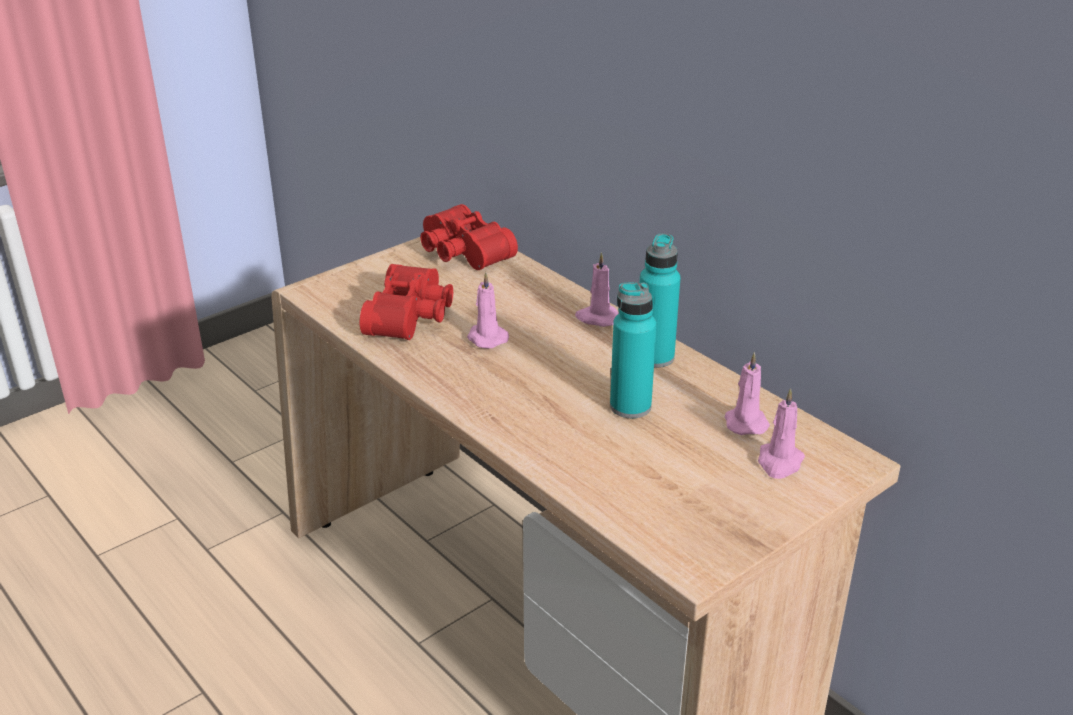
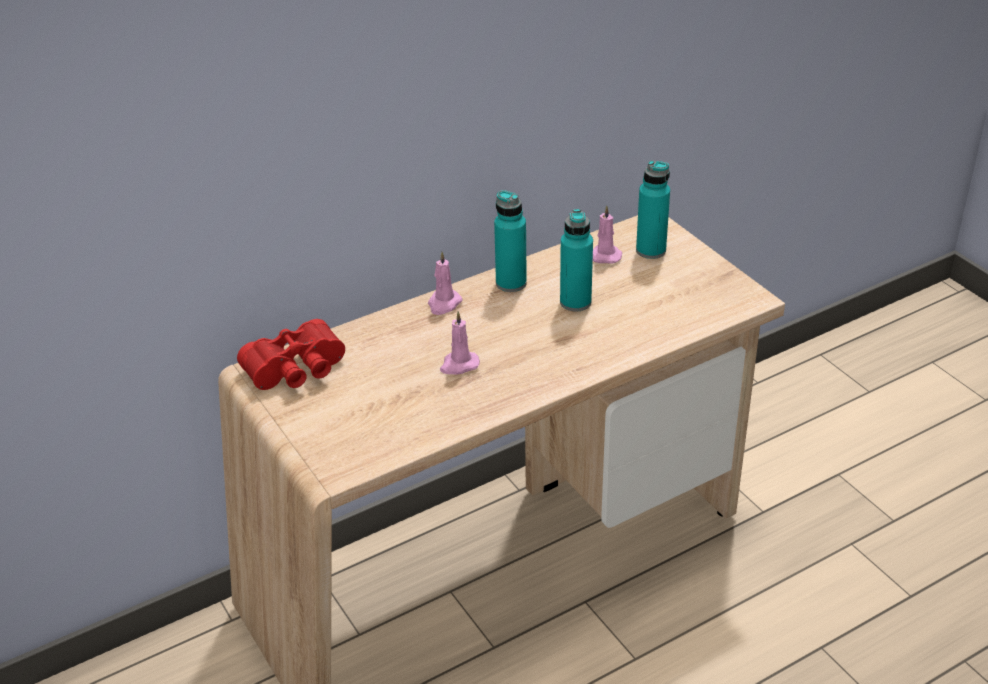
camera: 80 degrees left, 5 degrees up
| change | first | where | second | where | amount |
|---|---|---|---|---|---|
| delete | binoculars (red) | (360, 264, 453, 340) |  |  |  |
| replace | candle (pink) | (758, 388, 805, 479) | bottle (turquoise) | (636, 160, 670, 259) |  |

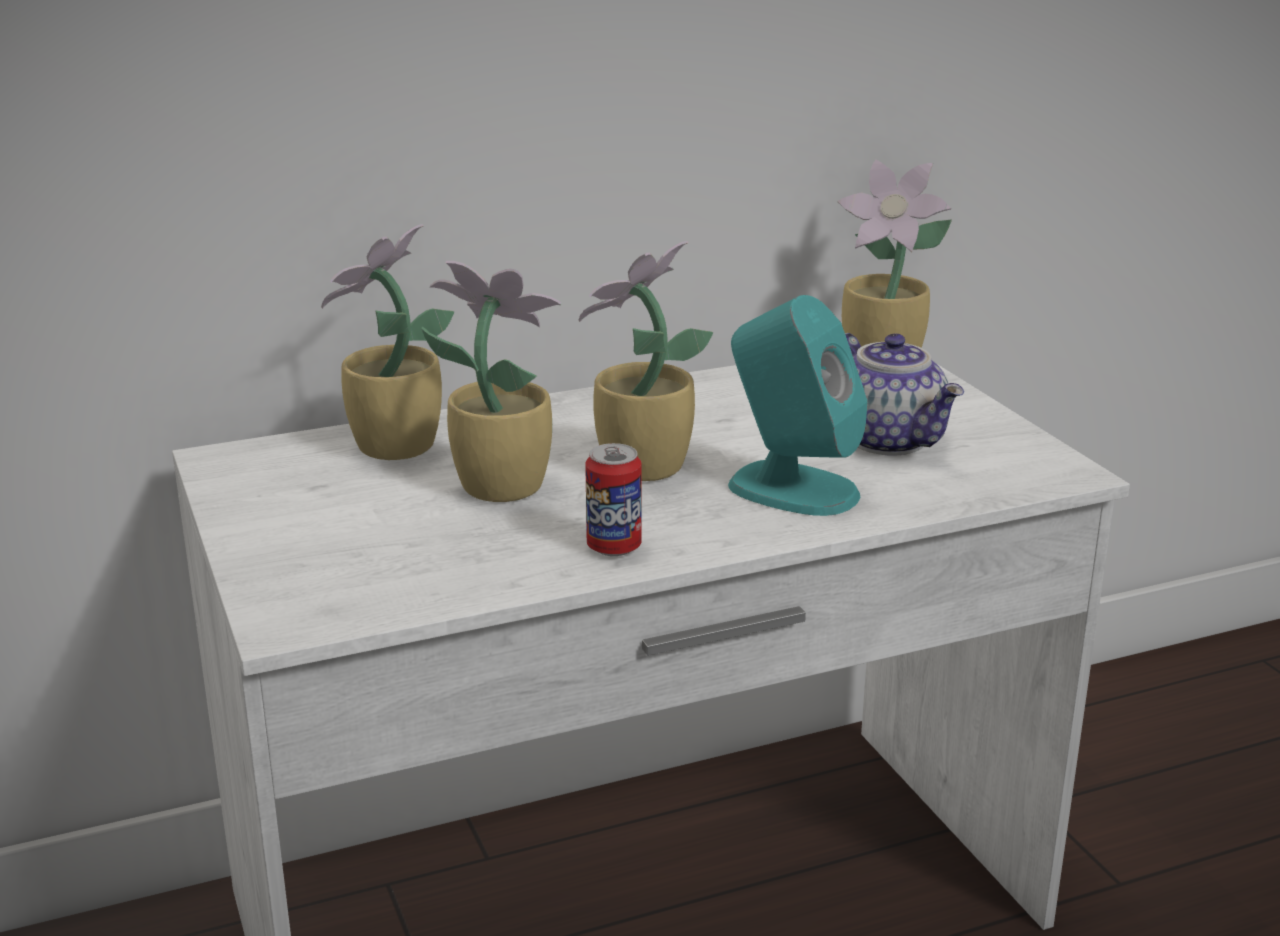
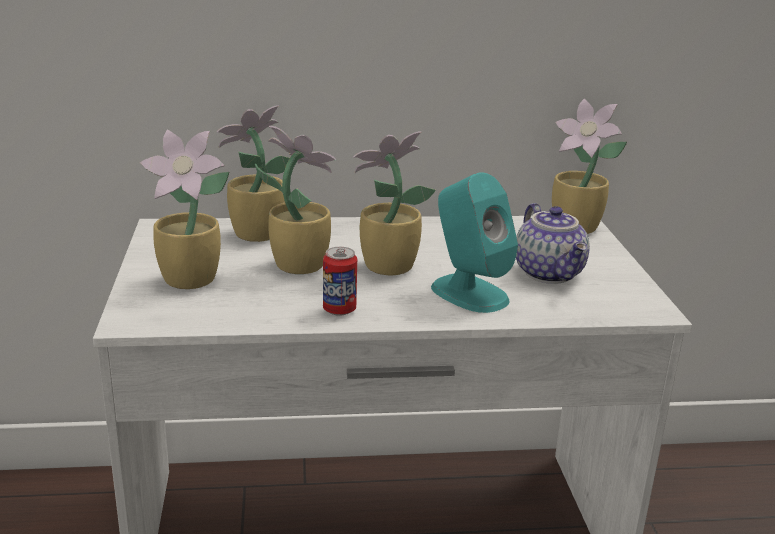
camera: 15 degrees right, 0 degrees up
| change | first | where | second | where | amount |
|---|---|---|---|---|---|
| insert |  |  | potted plant | (140, 129, 229, 289) |  |

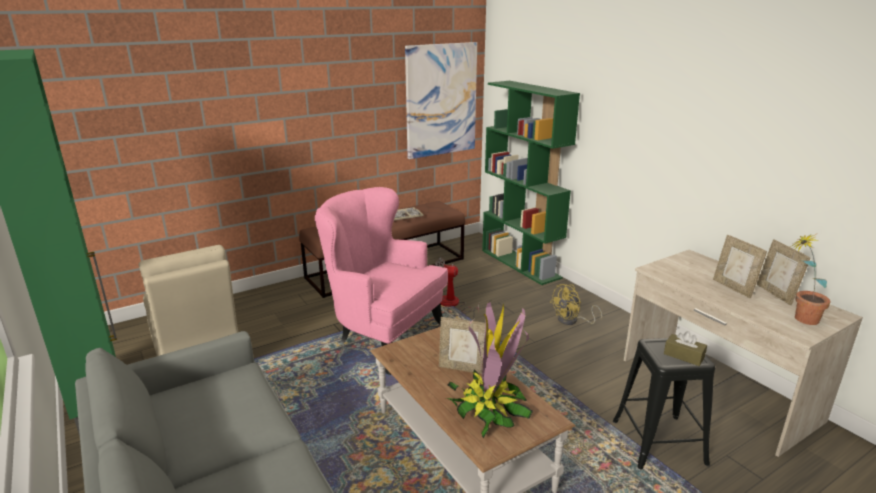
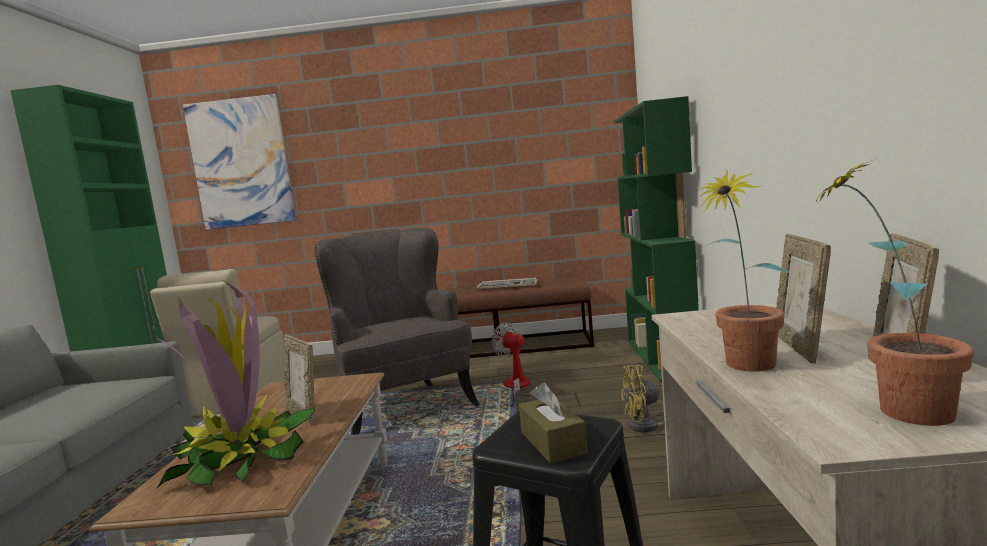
camera: 35 degrees right, 15 degrees down
| change | first | where | second | where | amount |
|---|---|---|---|---|---|
| recolor | armchair (pink) | (315, 187, 448, 375) | armchair (grey) | (314, 228, 480, 435) |  |
| move | picture | (405, 42, 477, 159) |  | (183, 94, 296, 230) |  |
| insert |  |  | potted plant | (698, 170, 789, 372) |  |

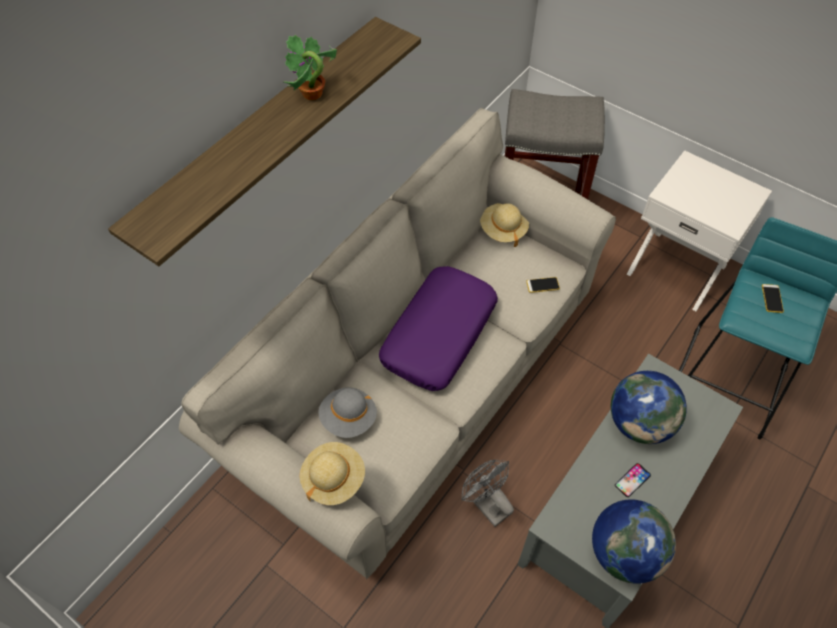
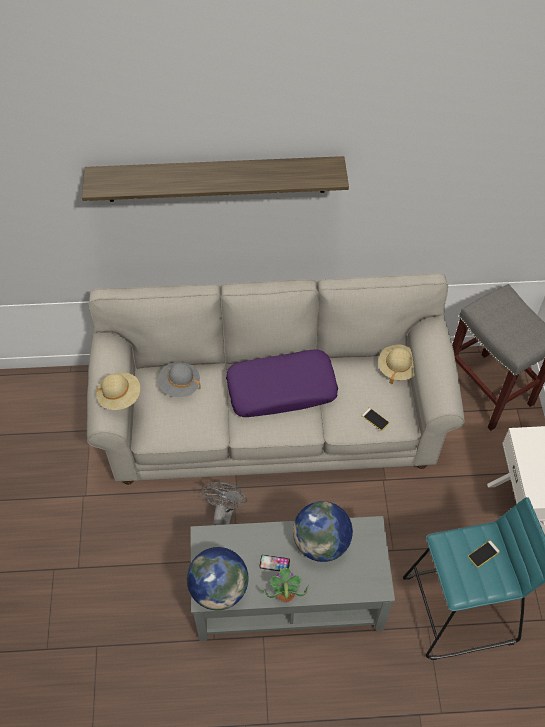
camera: 50 degrees right, 0 degrees up
| change | first | where | second | where | amount |
|---|---|---|---|---|---|
| move | potted plant | (284, 35, 337, 100) |  | (262, 567, 309, 602) |  |

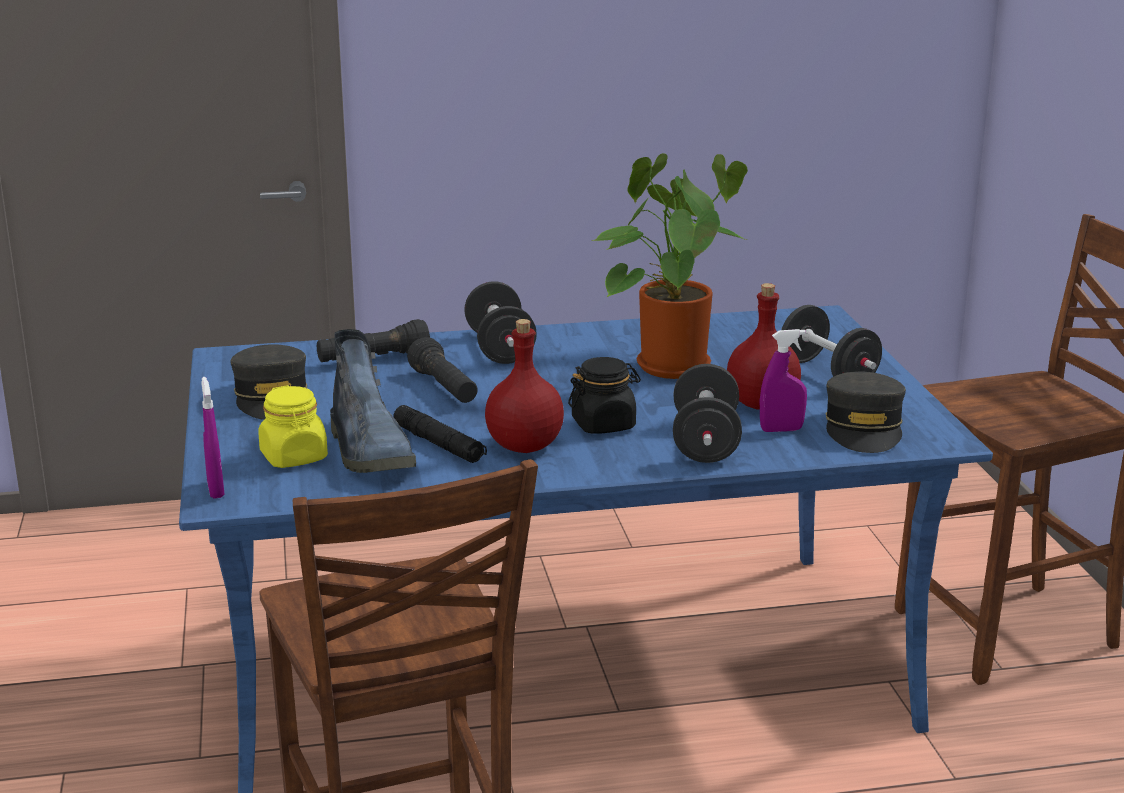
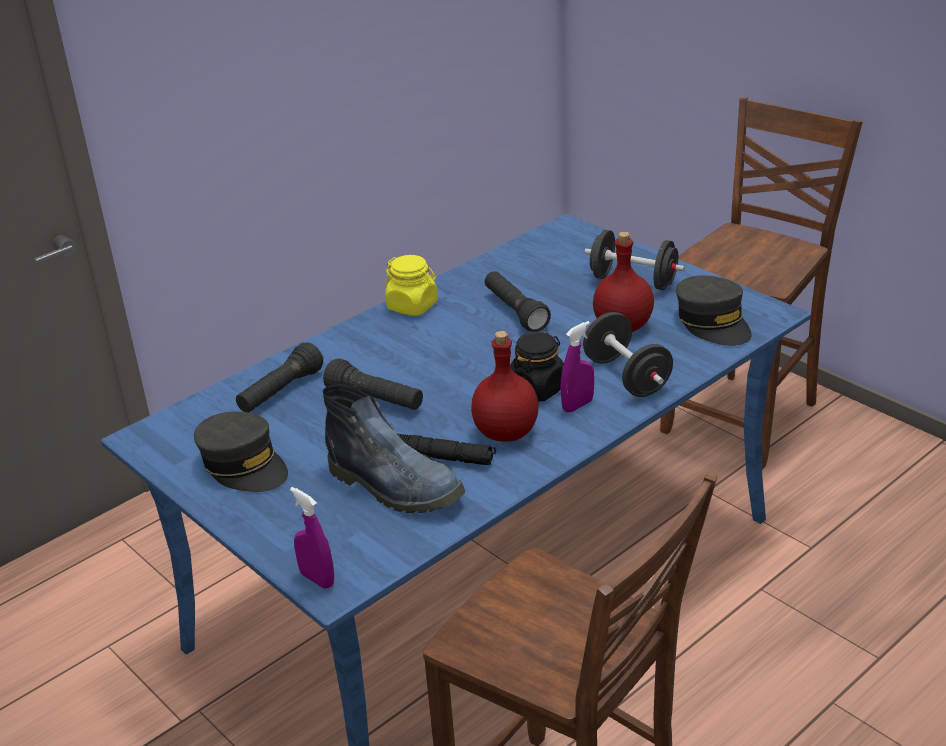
camera: 30 degrees left, 10 degrees up
| change | first | where | second | where | amount |
|---|---|---|---|---|---|
| move | jar (yellow) | (258, 385, 328, 468) |  | (385, 255, 438, 316) |  |
| delete | dumbbell (black) | (464, 281, 537, 364) |  |  |  |
| replace | potted plant | (592, 153, 748, 379) | flashlight (black) | (485, 271, 551, 332) |  |
| move | spray bottle (purple) | (760, 329, 807, 432) |  | (560, 321, 594, 412) |  |

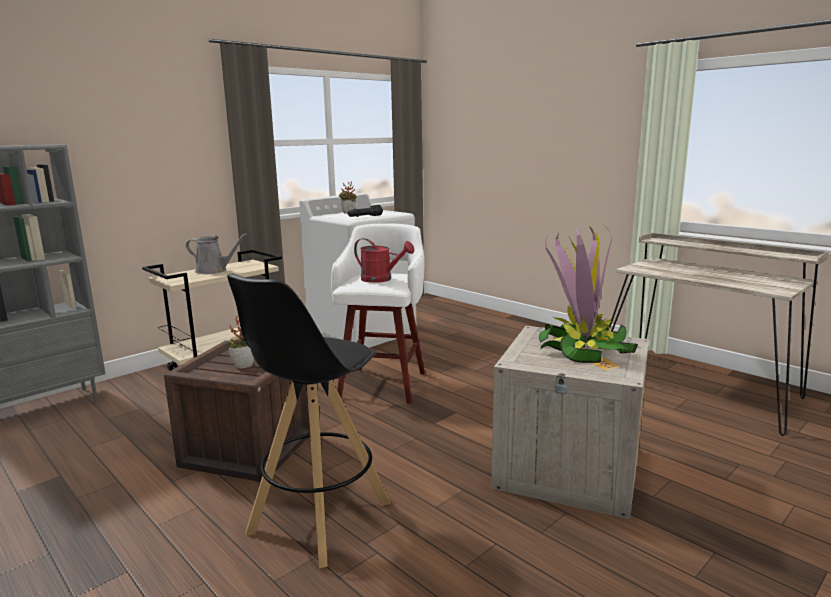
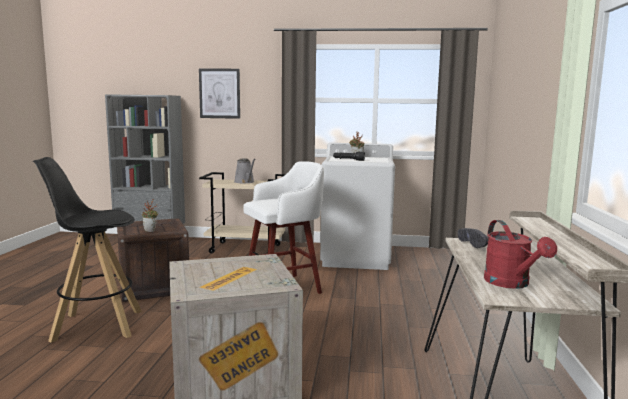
camera: 50 degrees right, 5 degrees down
| change | first | where | second | where | amount |
|---|---|---|---|---|---|
| move | watering can (red) | (354, 238, 415, 283) |  | (484, 220, 557, 289) |  |
| delete | potted plant | (539, 224, 638, 363) |  |  |  |
| insert |  |  | picture | (199, 68, 240, 119) |  |
| insert |  |  | shoe (black) | (458, 228, 488, 248) |  |

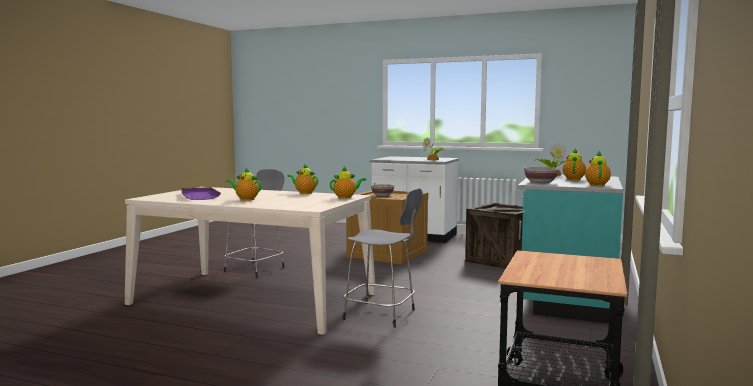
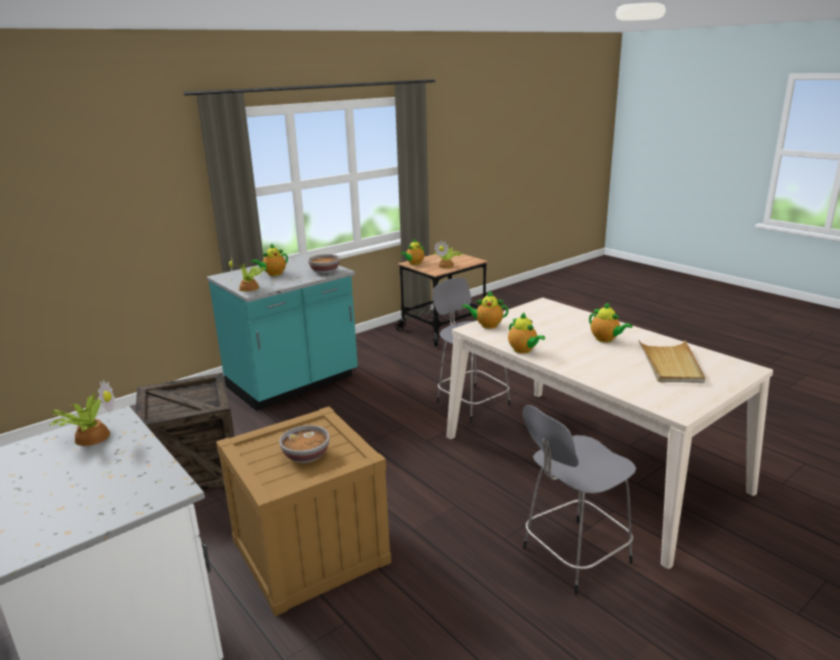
camera: 150 degrees left, 15 degrees up
| change | first | where | second | where | amount |
|---|---|---|---|---|---|
| recolor | tray (purple) | (181, 187, 221, 200) | tray (beige) | (638, 339, 705, 383) |  |
| move | teapot | (585, 151, 611, 186) |  | (401, 238, 424, 265) |  |
| insert |  |  | potted plant | (432, 240, 463, 269) |  |

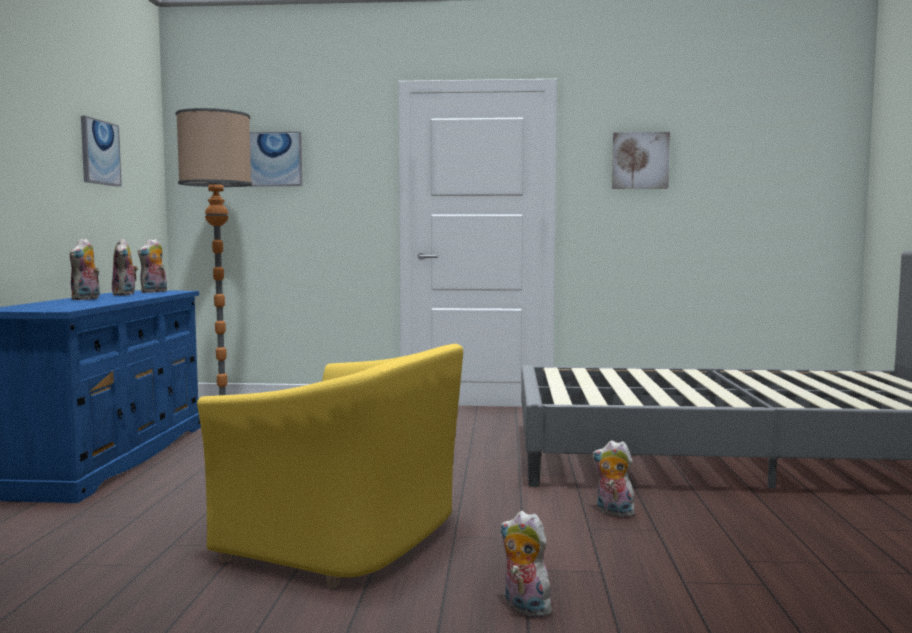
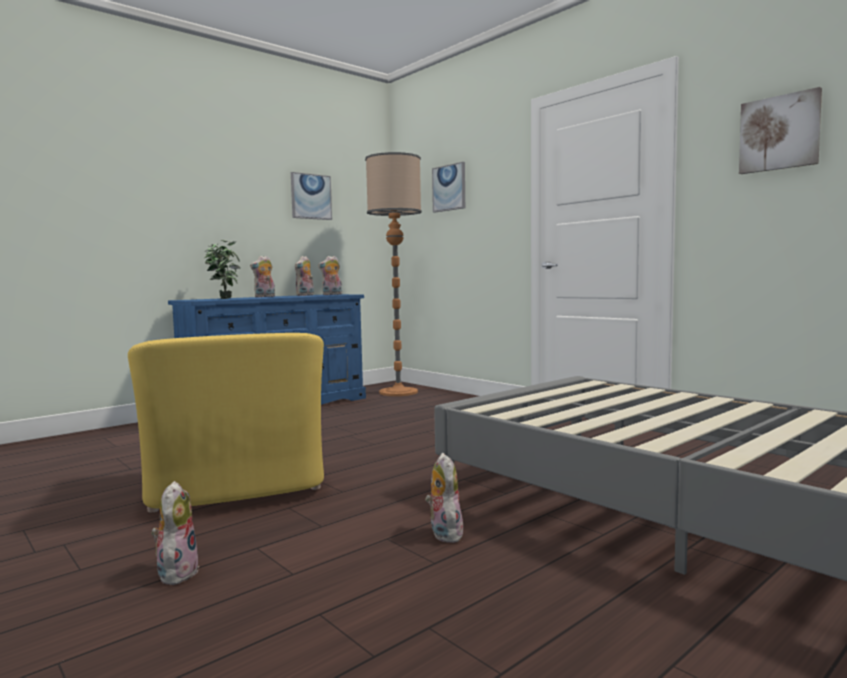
camera: 45 degrees right, 0 degrees up
| change | first | where | second | where | amount |
|---|---|---|---|---|---|
| insert |  |  | potted plant | (204, 240, 240, 299) |  |

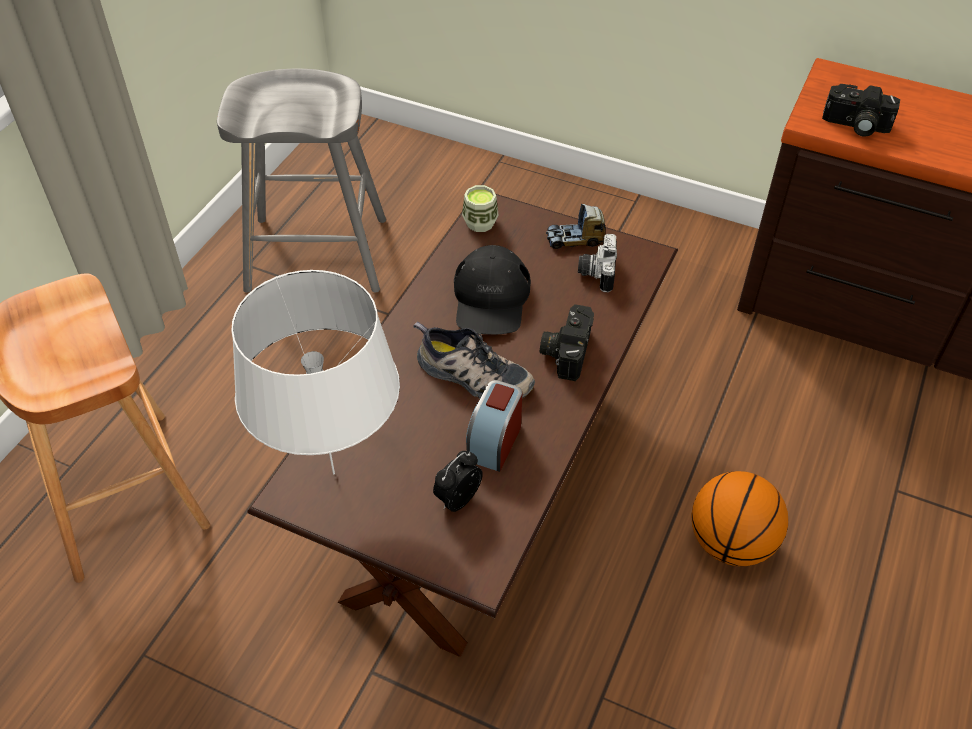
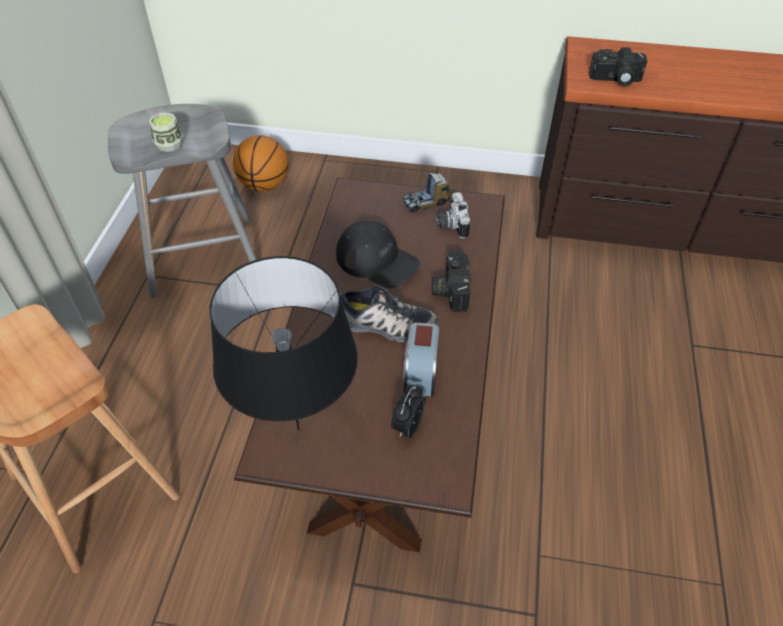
camera: 15 degrees left, 0 degrees up
| change | first | where | second | where | amount |
|---|---|---|---|---|---|
| recolor | table lamp (white) | (231, 270, 400, 474) | table lamp (black) | (209, 256, 358, 430) |  |
| rotate | cap (black) | (454, 245, 531, 335) |  | (336, 221, 420, 288) | 45 degrees counterclockwise |
| move | cup | (462, 185, 499, 232) |  | (149, 112, 183, 152) |  |
| move | basketball | (691, 471, 788, 566) |  | (233, 135, 289, 192) |  |

